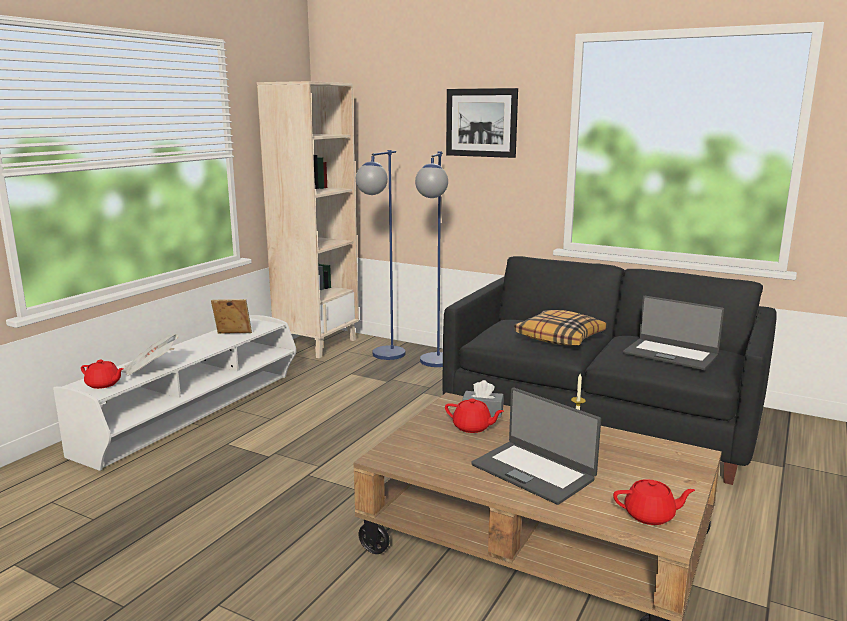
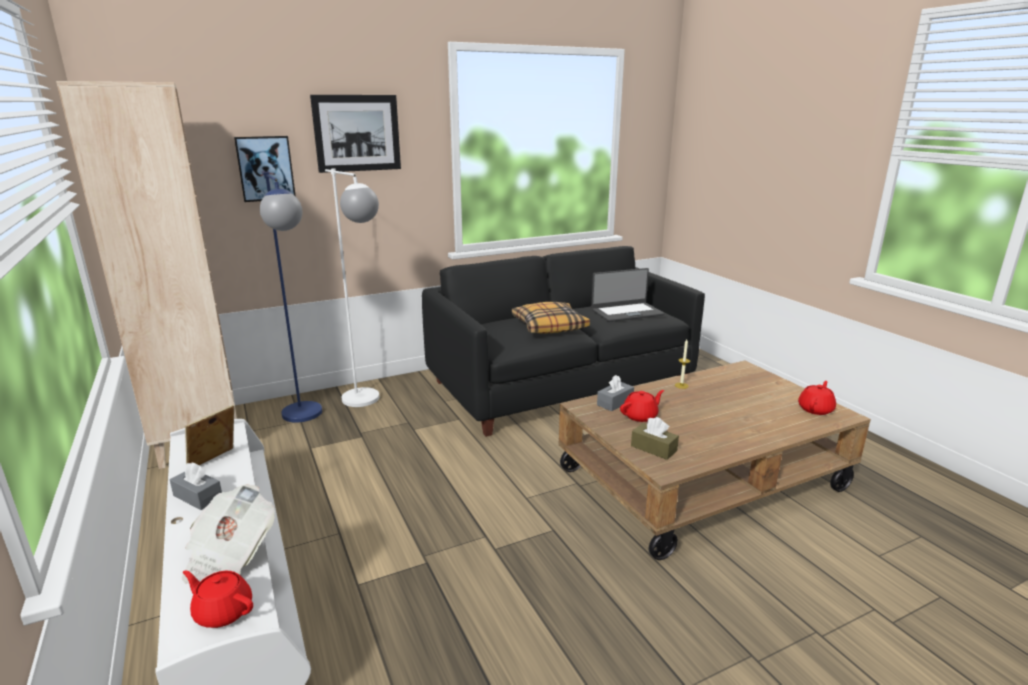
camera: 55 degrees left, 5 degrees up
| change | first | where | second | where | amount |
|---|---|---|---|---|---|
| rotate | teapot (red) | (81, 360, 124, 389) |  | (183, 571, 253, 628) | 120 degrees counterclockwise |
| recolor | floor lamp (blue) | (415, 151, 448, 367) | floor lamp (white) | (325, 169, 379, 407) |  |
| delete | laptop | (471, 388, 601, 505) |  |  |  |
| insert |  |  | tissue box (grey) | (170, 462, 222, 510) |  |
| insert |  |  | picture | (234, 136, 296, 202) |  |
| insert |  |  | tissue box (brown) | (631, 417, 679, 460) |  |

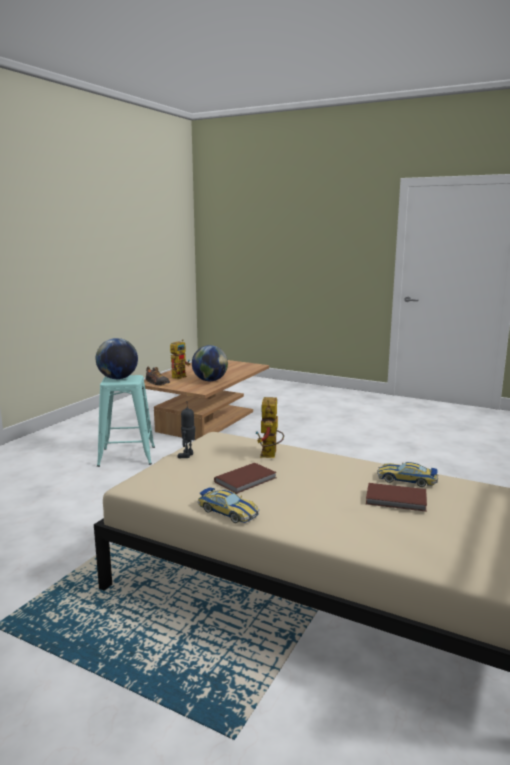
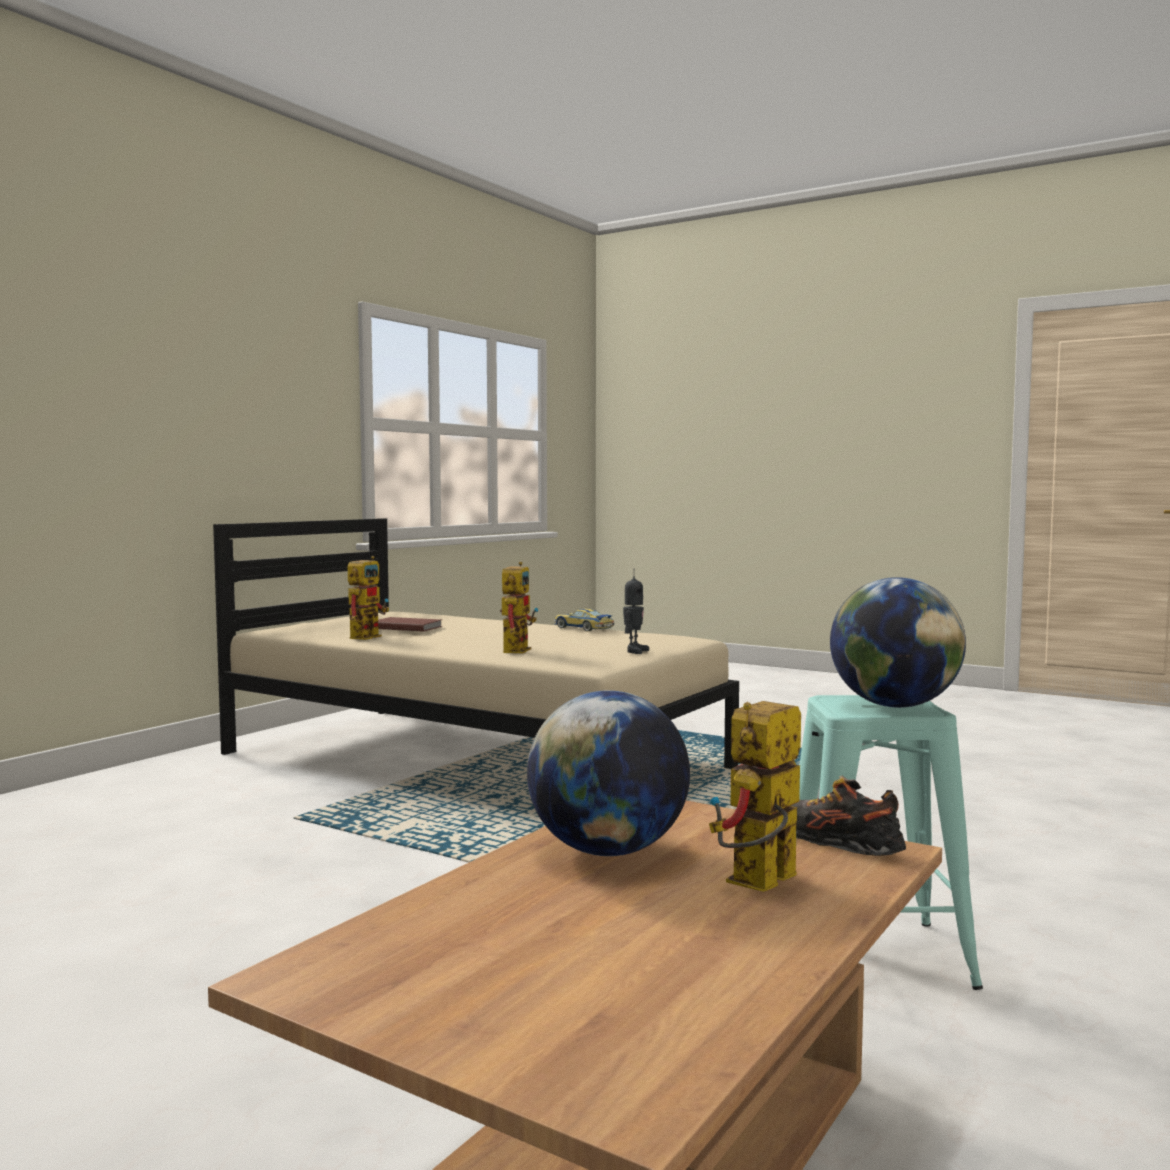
camera: 175 degrees left, 10 degrees down
| change | first | where | second | where | amount |
|---|---|---|---|---|---|
| delete | book (brown) | (214, 463, 277, 494) |  |  |  |
| replace | toy car | (377, 462, 438, 487) | toy robot | (348, 556, 389, 640) |  |

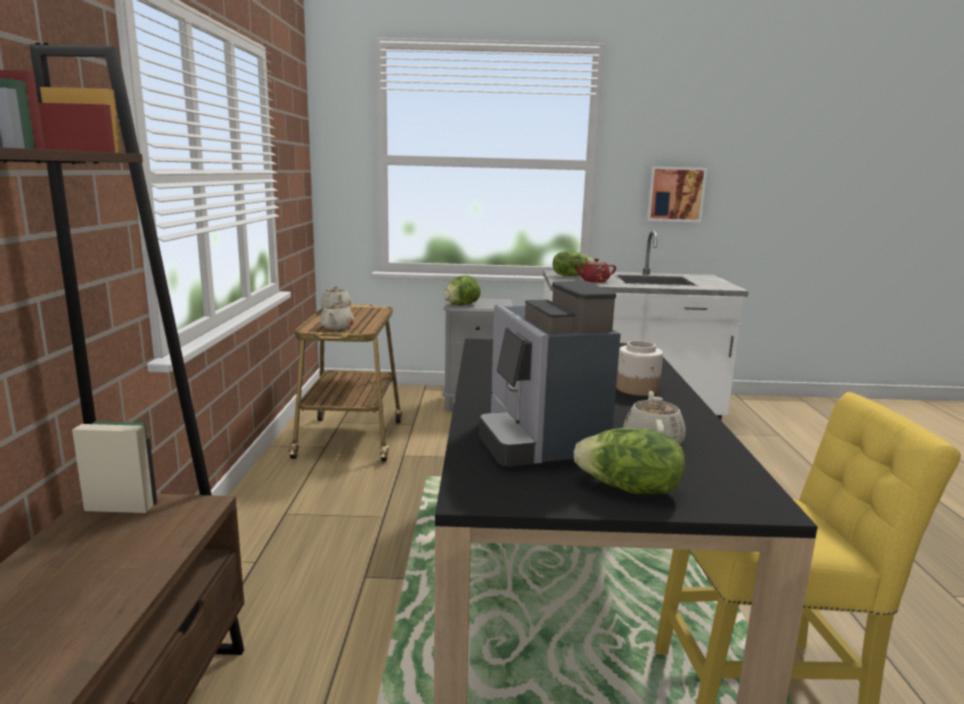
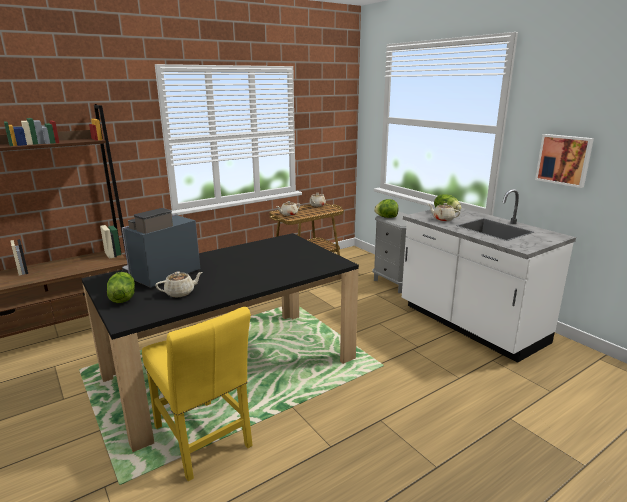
camera: 55 degrees right, 5 degrees up
| change | first | where | second | where | amount |
|---|---|---|---|---|---|
| recolor | teapot (red) | (573, 258, 616, 283) | teapot (beige) | (428, 203, 460, 221) |  |
| delete | jar | (616, 341, 663, 396) |  |  |  |

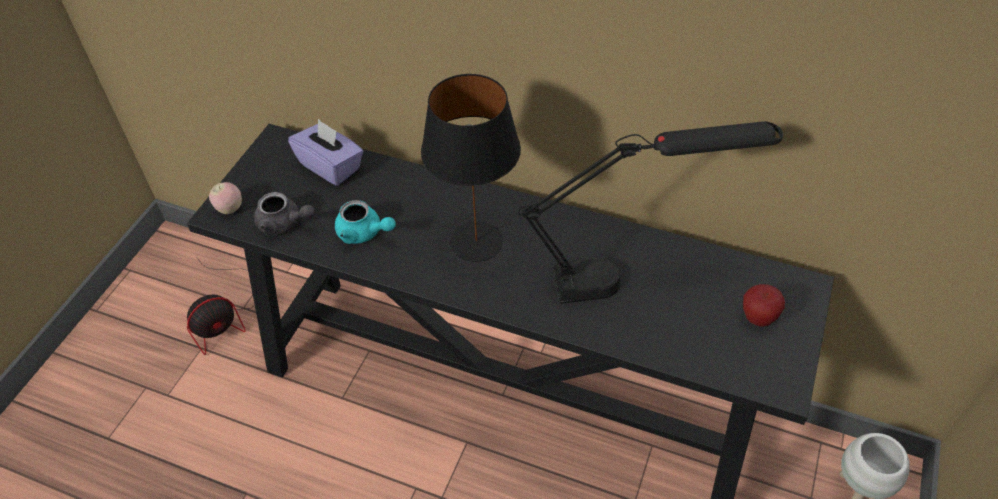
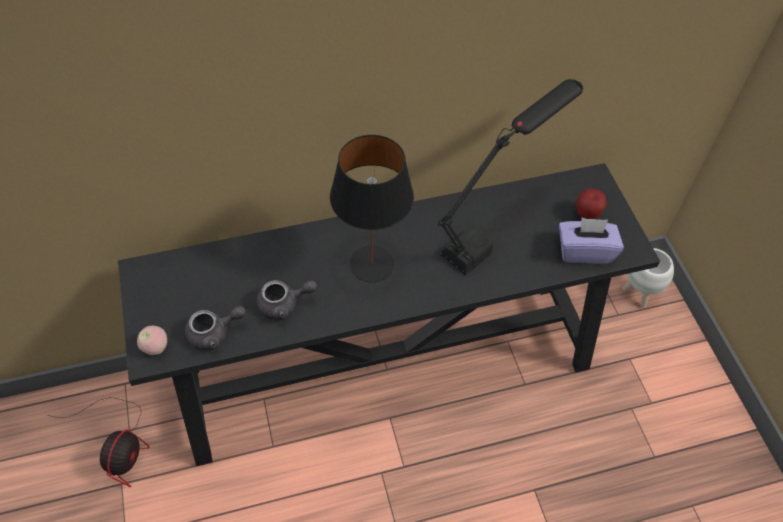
camera: 40 degrees left, 5 degrees up
| change | first | where | second | where | amount |
|---|---|---|---|---|---|
| move | tissue box (purple) | (288, 119, 363, 186) |  | (559, 218, 624, 264) |  |
| recolor | teapot (turquoise) | (335, 200, 396, 244) | teapot (grey) | (256, 280, 317, 320) |  |

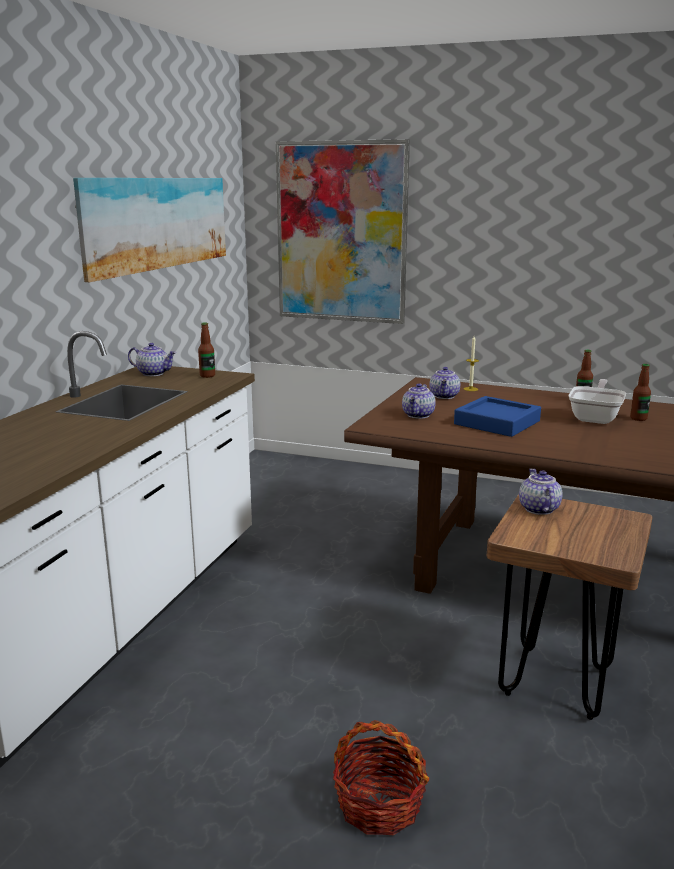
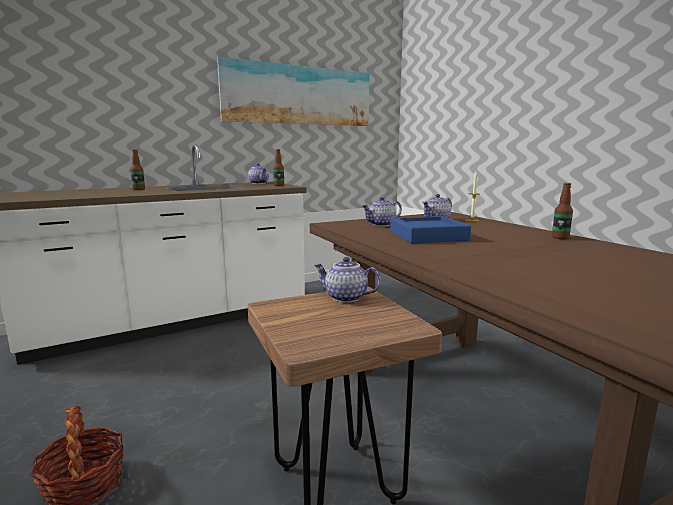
camera: 40 degrees right, 5 degrees down
| change | first | where | second | where | amount |
|---|---|---|---|---|---|
| delete | picture | (276, 139, 410, 324) |  |  |  |
| rotate | teapot | (519, 469, 563, 515) |  | (314, 257, 381, 303) | 105 degrees counterclockwise |
| delete | frying pan | (568, 379, 626, 424) |  |  |  |
| move | bottle | (630, 364, 651, 421) |  | (130, 149, 145, 190) |  |

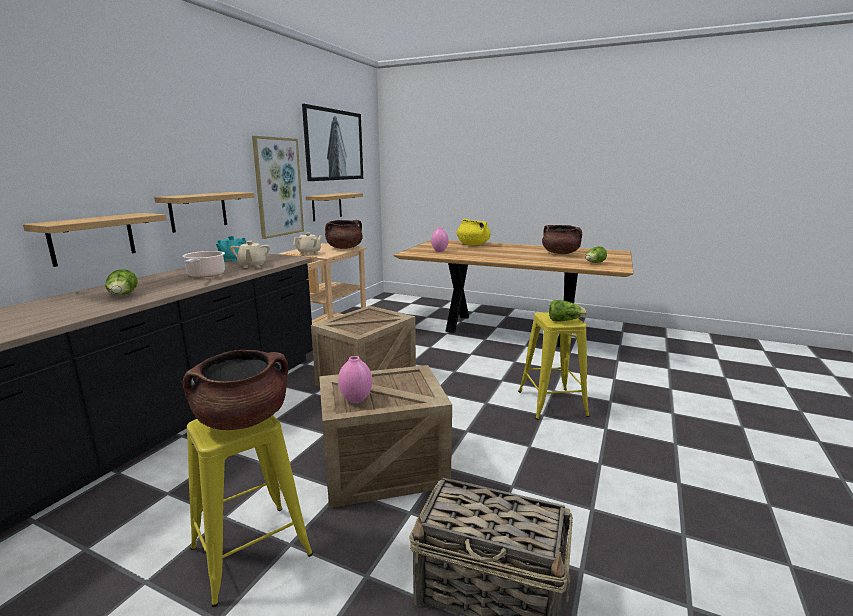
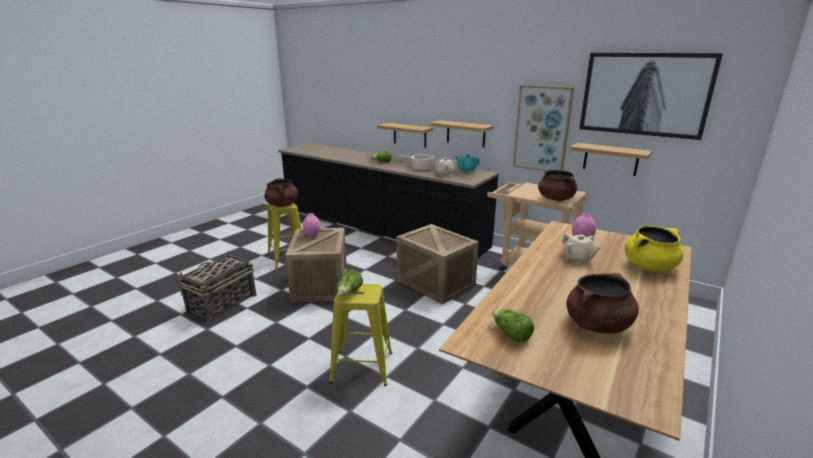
camera: 100 degrees right, 5 degrees up
| change | first | where | second | where | amount |
|---|---|---|---|---|---|
| move | teapot (beige) | (293, 233, 323, 255) |  | (562, 233, 601, 264) |  |

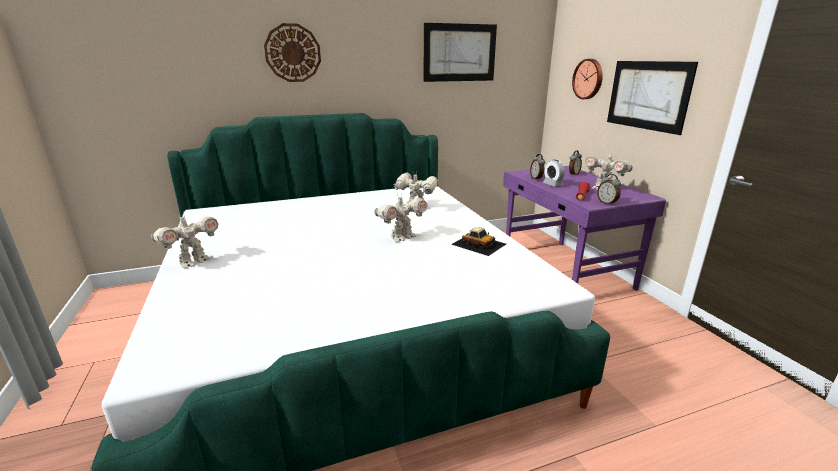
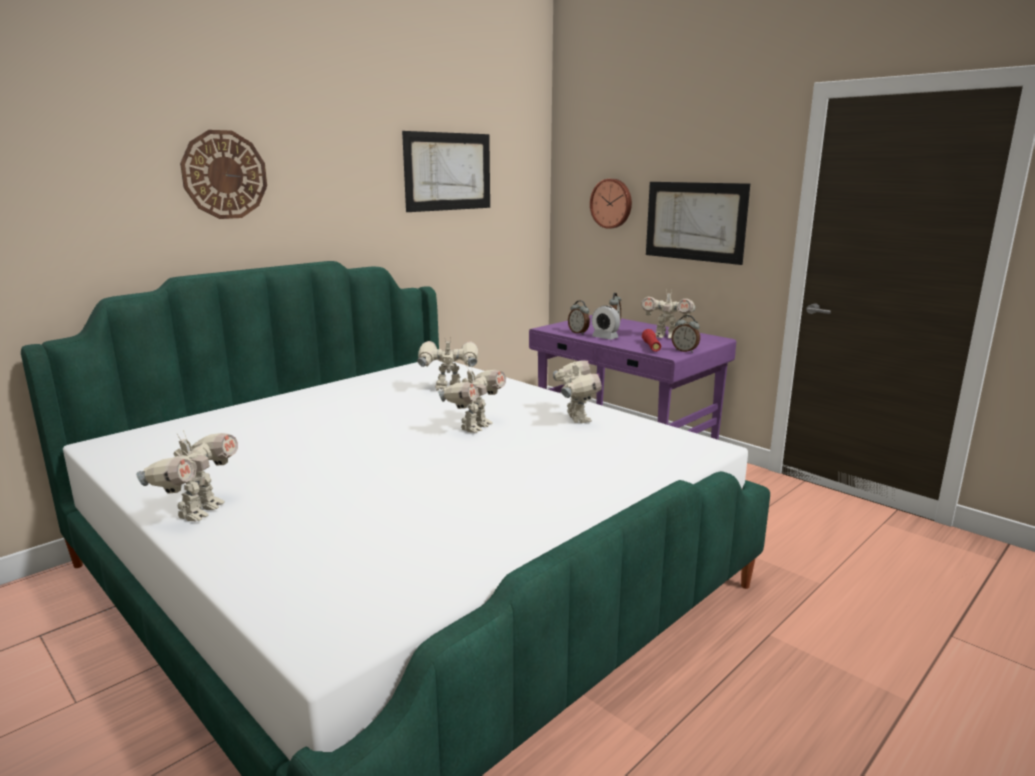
camera: 25 degrees left, 5 degrees down
| change | first | where | second | where | amount |
|---|---|---|---|---|---|
| replace | toy car | (451, 227, 506, 256) | toy robot | (553, 360, 602, 423) |  |

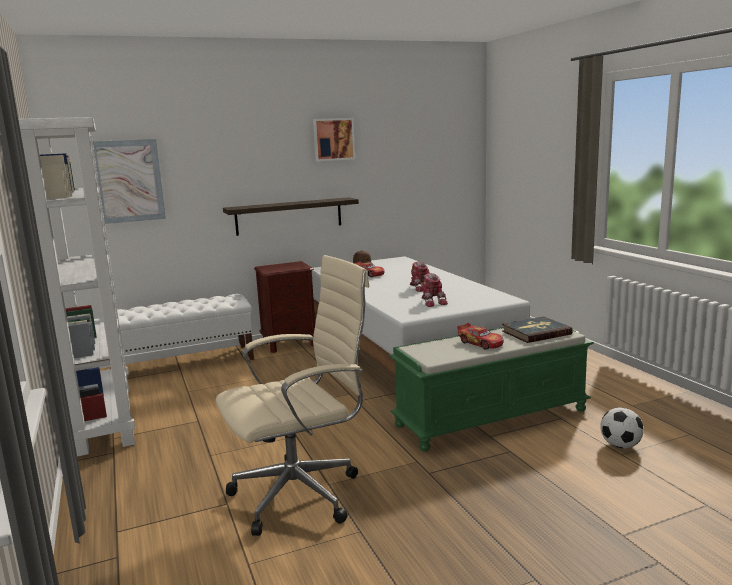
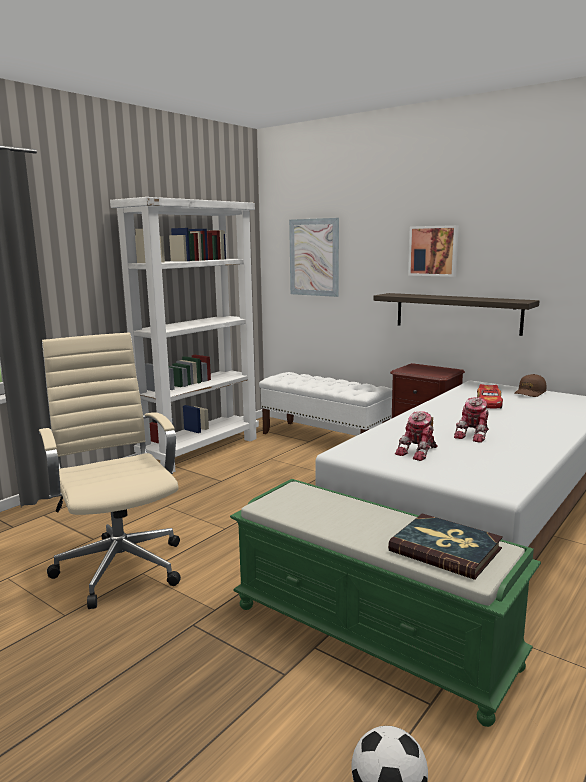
camera: 60 degrees right, 0 degrees up
| change | first | where | second | where | amount |
|---|---|---|---|---|---|
| rotate | office chair (beige) | (216, 255, 370, 536) |  | (39, 332, 181, 609) | 150 degrees counterclockwise |
| move | picture | (313, 118, 355, 161) |  | (408, 225, 459, 277) |  |
| delete | toy car | (457, 323, 504, 349) |  |  |  |

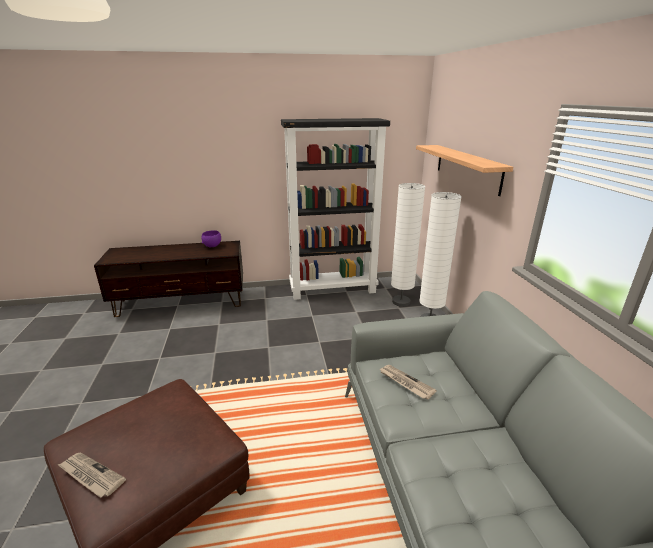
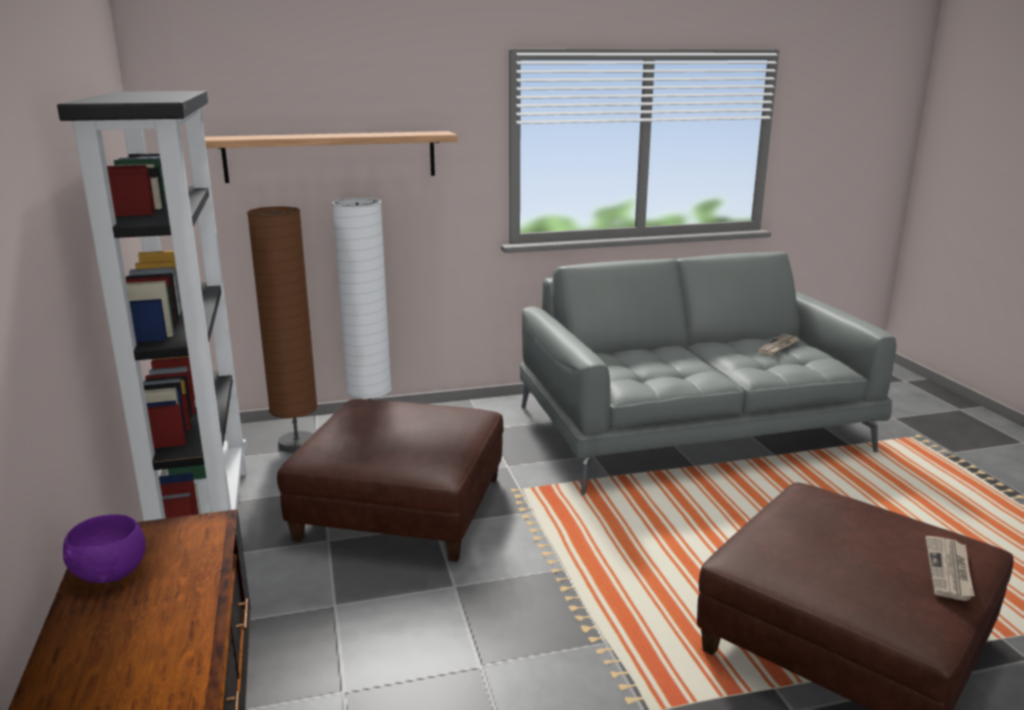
camera: 95 degrees left, 5 degrees down
| change | first | where | second | where | amount |
|---|---|---|---|---|---|
| move | newspaper | (379, 365, 437, 399) |  | (757, 334, 800, 355) |  |
| recolor | floor lamp (white) | (391, 183, 425, 307) | floor lamp (brown) | (247, 206, 318, 453) |  |
| insert |  |  | ottoman (brown) | (277, 399, 503, 562) |  |

